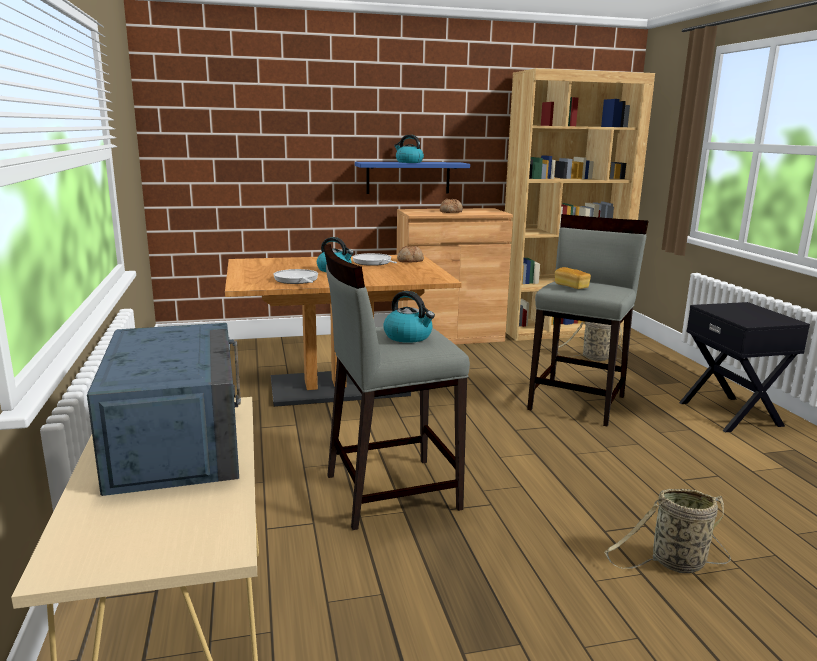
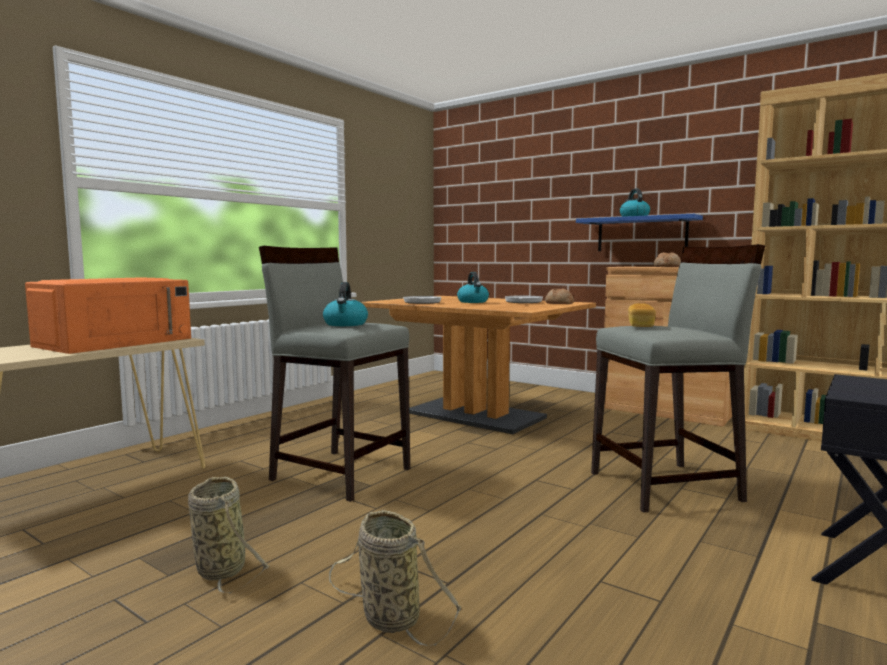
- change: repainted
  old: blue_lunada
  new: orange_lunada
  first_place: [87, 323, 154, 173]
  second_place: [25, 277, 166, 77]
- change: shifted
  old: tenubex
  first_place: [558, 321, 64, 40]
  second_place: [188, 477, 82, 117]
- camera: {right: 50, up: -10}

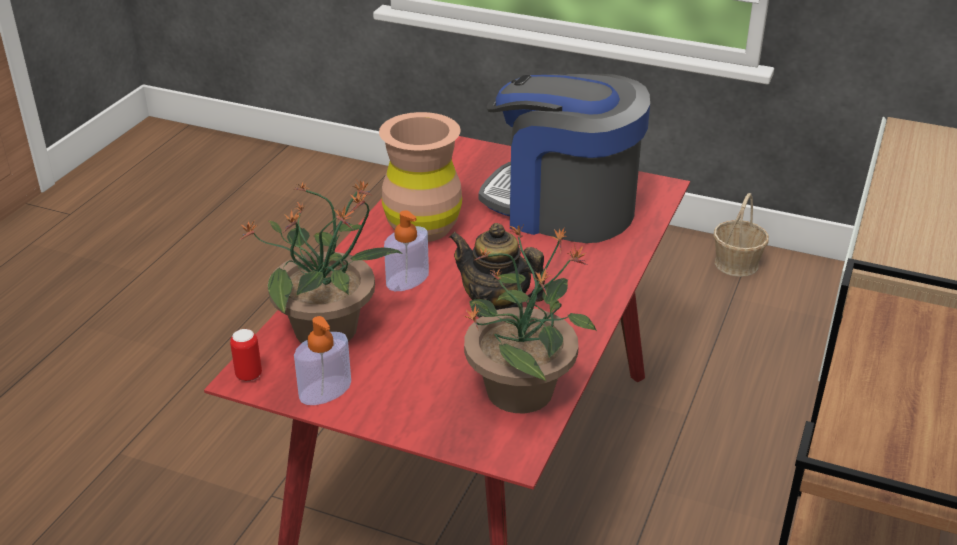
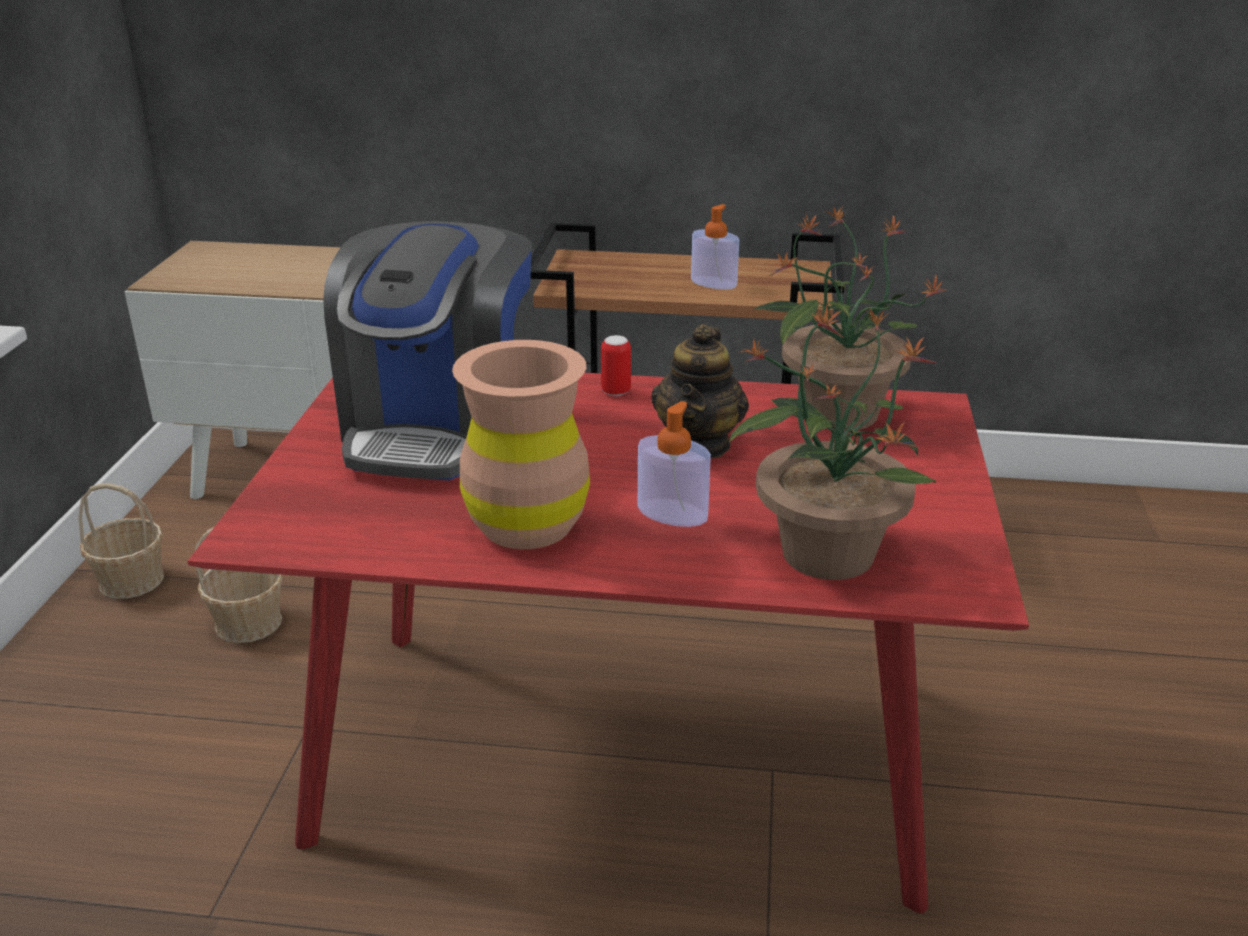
- change: new
  new: tenubex
  second_place: [195, 526, 88, 117]
- change: shifted
  old: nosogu
  first_place: [230, 329, 32, 52]
  second_place: [601, 335, 30, 61]
- change: shifted
  old: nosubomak
  first_place: [294, 316, 57, 89]
  second_place: [691, 204, 48, 86]
- camera: {right: -105, up: -5}

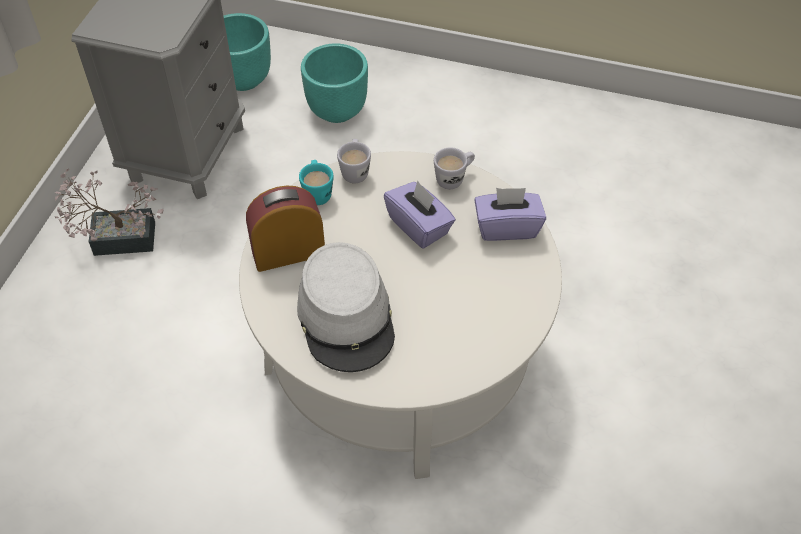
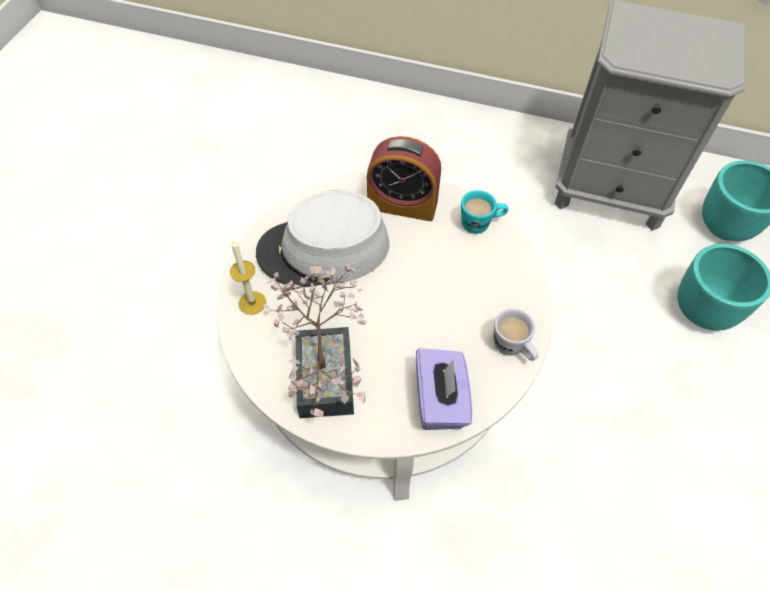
- change: new
  new: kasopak
  second_place: [230, 240, 36, 75]
- change: shifted
  old: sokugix
  first_place: [55, 168, 109, 88]
  second_place: [263, 265, 104, 153]
- change: rotated
  old: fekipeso
  first_place: [246, 186, 79, 86]
  second_place: [367, 136, 74, 85]
  degrees: 120
- change: gone
  old: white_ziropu
  first_place: [337, 139, 34, 44]
- change: gone
  old: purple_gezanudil
  first_place: [384, 180, 72, 69]
- camera: {right: 90, up: 5}

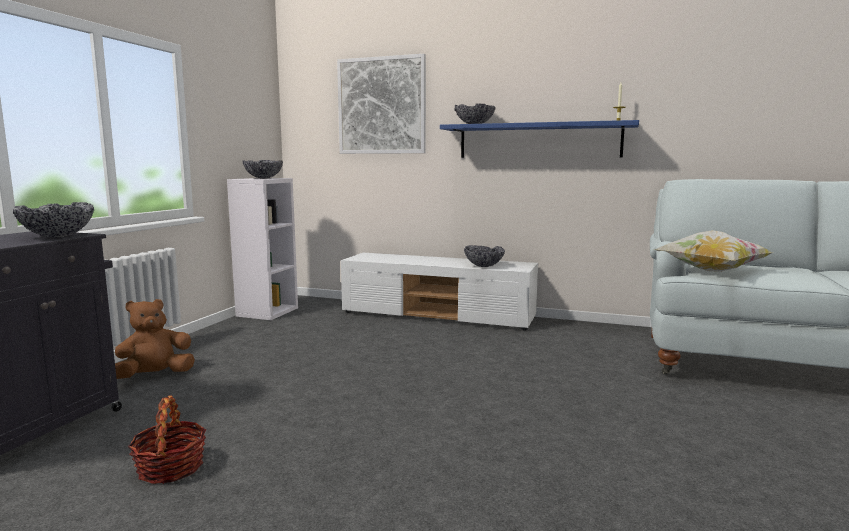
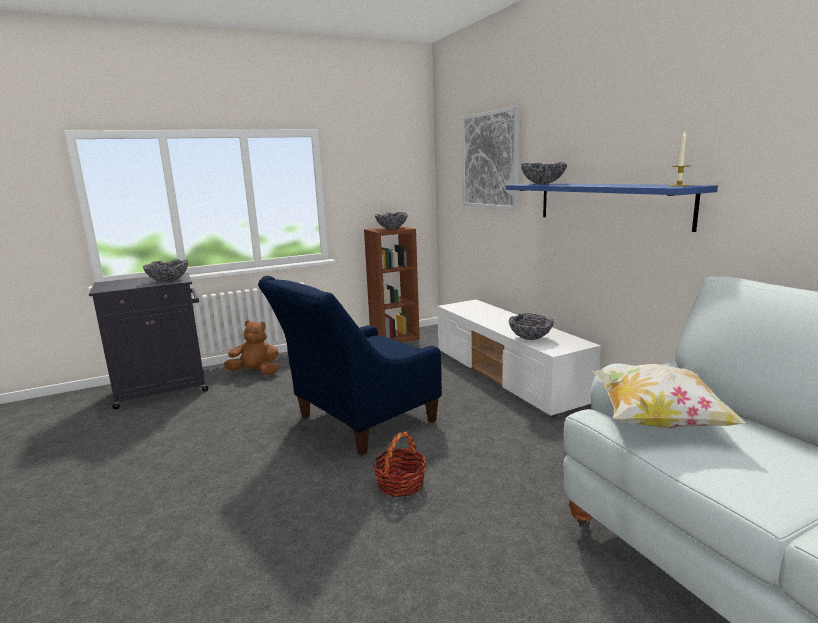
- change: new
  new: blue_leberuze
  second_place: [258, 276, 184, 180]
- change: repainted
  old: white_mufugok
  new: brown_mufugok
  first_place: [227, 178, 71, 142]
  second_place: [364, 226, 56, 117]
- change: shifted
  old: tenubex
  first_place: [128, 395, 78, 89]
  second_place: [374, 431, 52, 66]
- camera: {right: 45, up: 5}

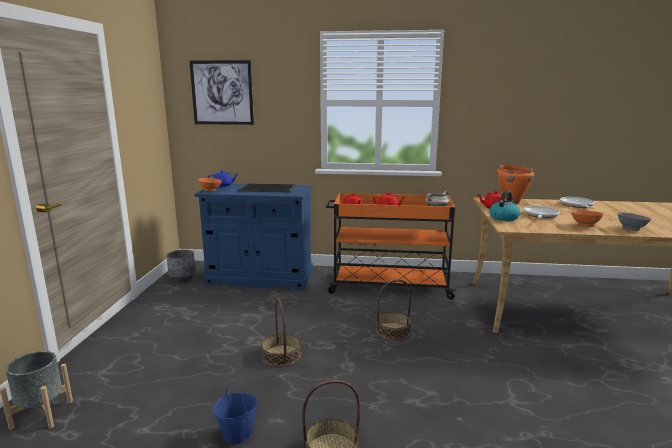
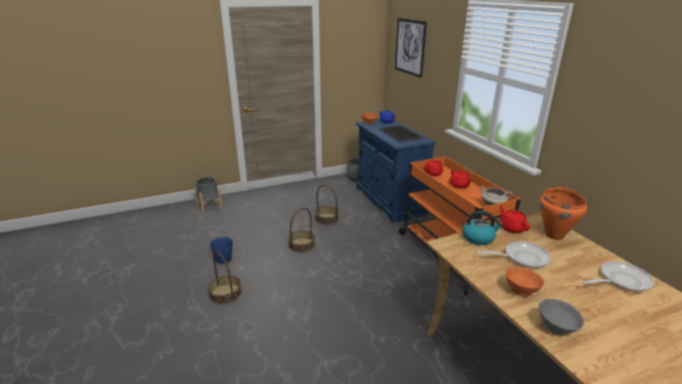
- change: shifted
  old: tenubex
  first_place: [375, 279, 37, 61]
  second_place: [315, 185, 24, 40]
- camera: {right: 60, up: 10}

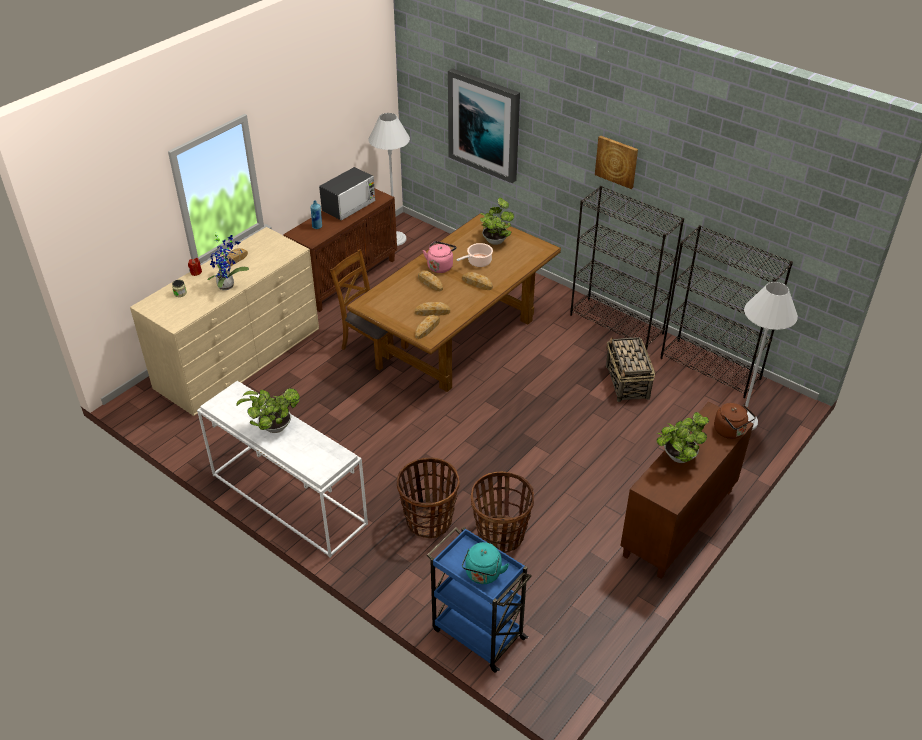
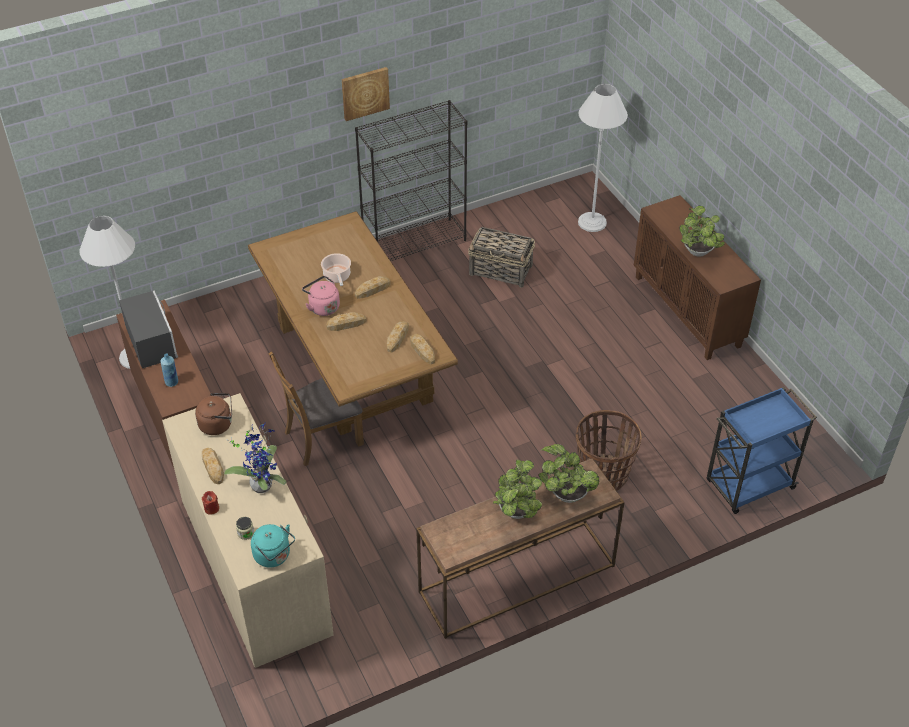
- change: shifted
  old: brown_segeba
  first_place: [714, 403, 42, 36]
  second_place: [195, 393, 37, 42]
- change: shifted
  old: turquoise_segeba
  first_place: [462, 542, 47, 42]
  second_place: [251, 524, 44, 44]
- change: repainted
  old: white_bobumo
  new: brown_bobumo
  first_place: [197, 381, 171, 177]
  second_place: [416, 459, 208, 180]
- change: shifted
  old: sokugix
  first_place: [480, 198, 34, 47]
  second_place: [539, 444, 60, 59]
- change: gone
  old: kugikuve
  first_place: [448, 68, 72, 115]
- change: gone
  old: tenubex
  first_place: [471, 472, 63, 81]
- change: gone
  old: black_mufugok
  first_place: [660, 225, 133, 173]
- camera: {right: -65, up: 5}

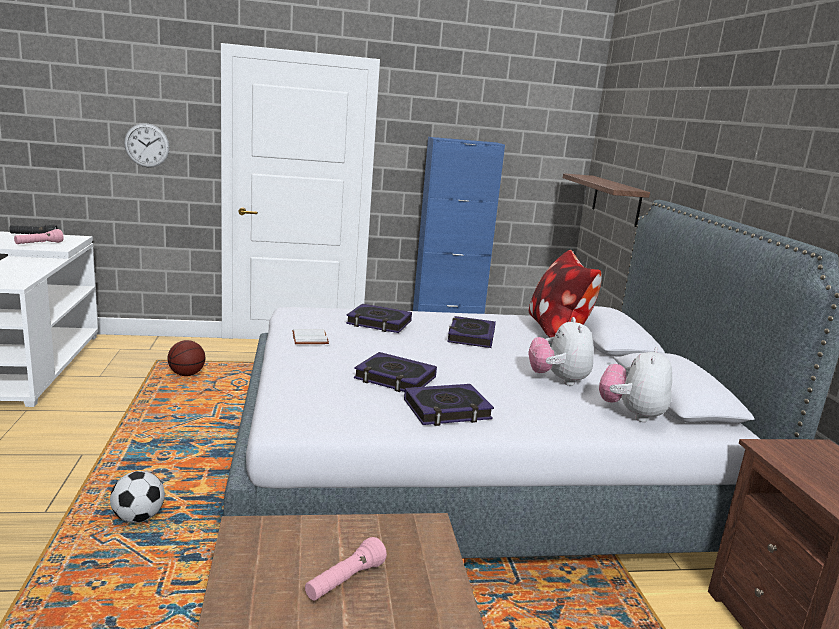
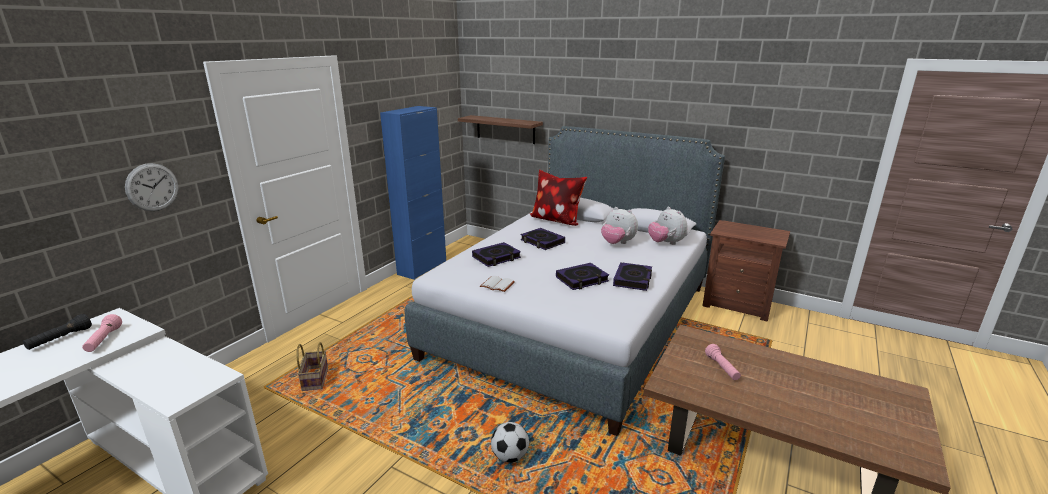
- change: swapped
  old: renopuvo
  new: tenubex
  first_place: [167, 340, 38, 36]
  second_place: [296, 342, 32, 49]
- camera: {right: -50, up: 5}

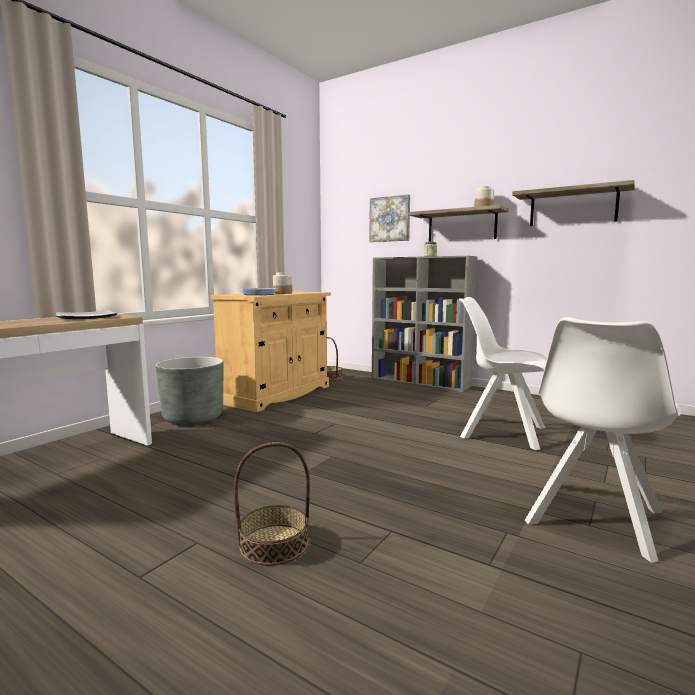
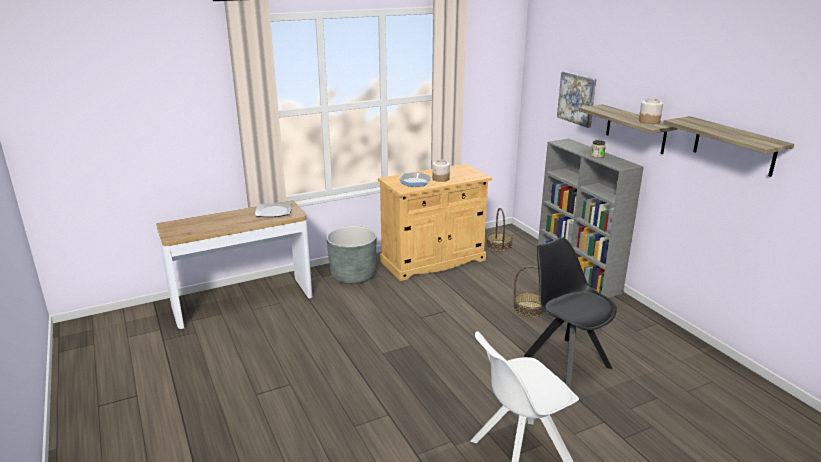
- change: shifted
  old: tenubex
  first_place: [234, 442, 76, 124]
  second_place: [514, 266, 31, 51]
- change: repainted
  old: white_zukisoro
  new: black_zukisoro
  first_place: [459, 297, 88, 153]
  second_place: [524, 237, 93, 152]
- camera: {right: 30, up: 15}

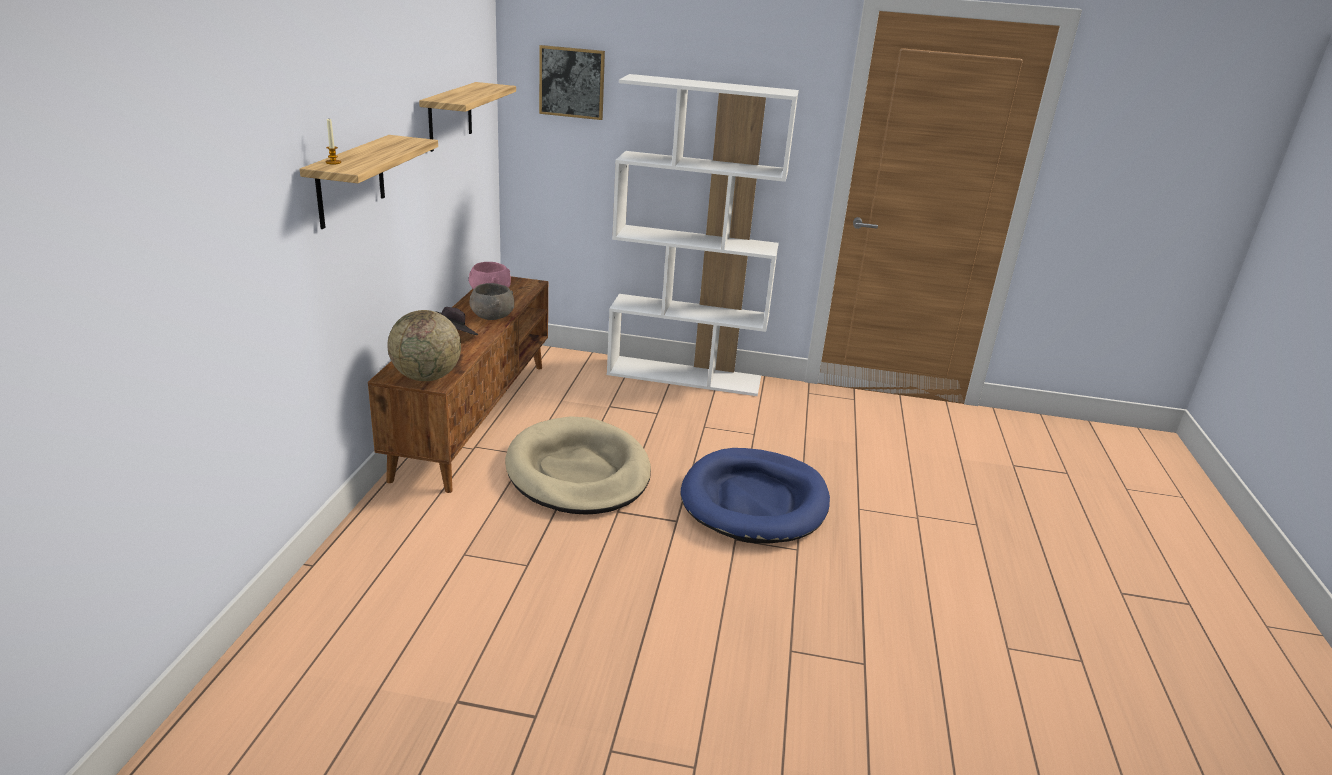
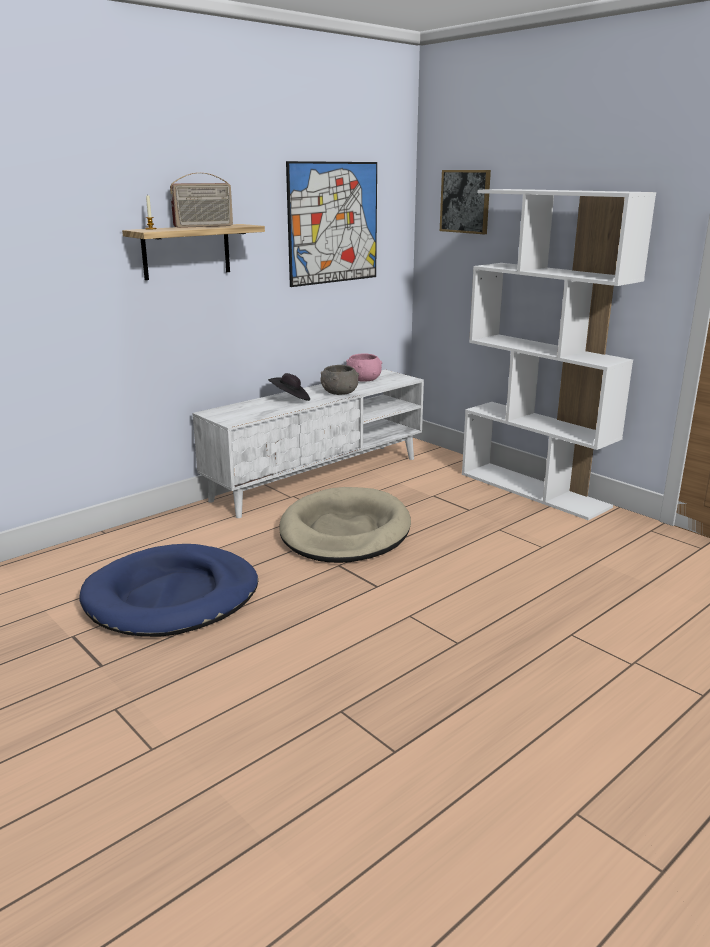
- change: shifted
  old: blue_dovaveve
  first_place: [681, 448, 149, 95]
  second_place: [80, 544, 178, 93]
- change: new
  new: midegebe
  second_place: [170, 173, 63, 55]
- change: repainted
  old: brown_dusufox
  new: white_dusufox
  first_place: [368, 276, 180, 217]
  second_place: [192, 370, 232, 148]
- change: swapped
  old: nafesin
  new: kugikuve
  first_place: [419, 82, 97, 70]
  second_place: [286, 161, 91, 126]
- change: gone
  old: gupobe
  first_place: [387, 310, 74, 71]
- camera: {right: 40, up: -5}

